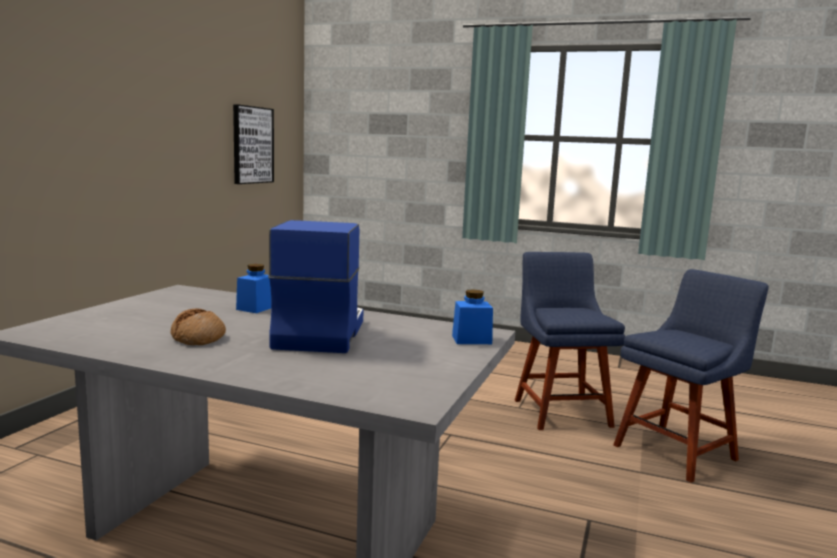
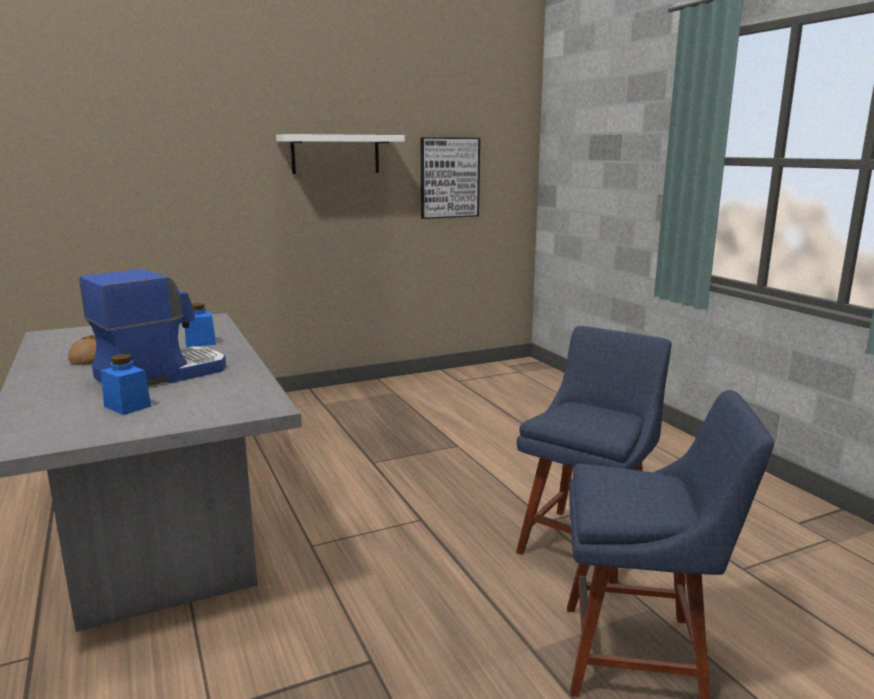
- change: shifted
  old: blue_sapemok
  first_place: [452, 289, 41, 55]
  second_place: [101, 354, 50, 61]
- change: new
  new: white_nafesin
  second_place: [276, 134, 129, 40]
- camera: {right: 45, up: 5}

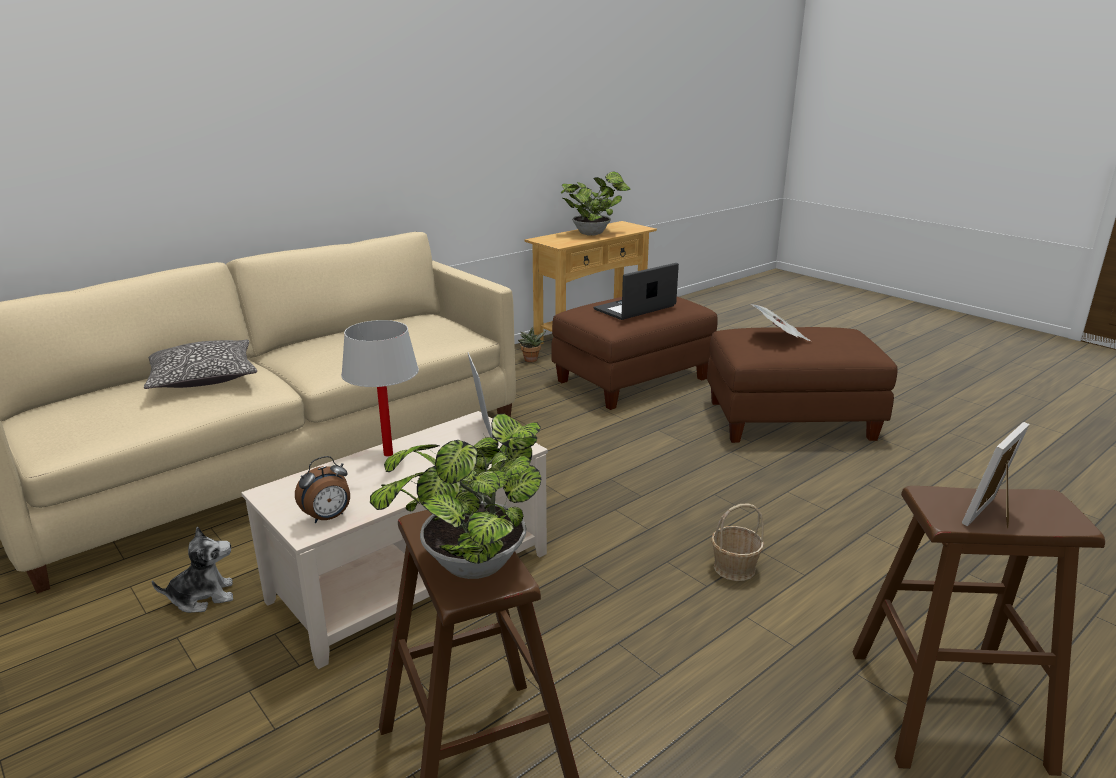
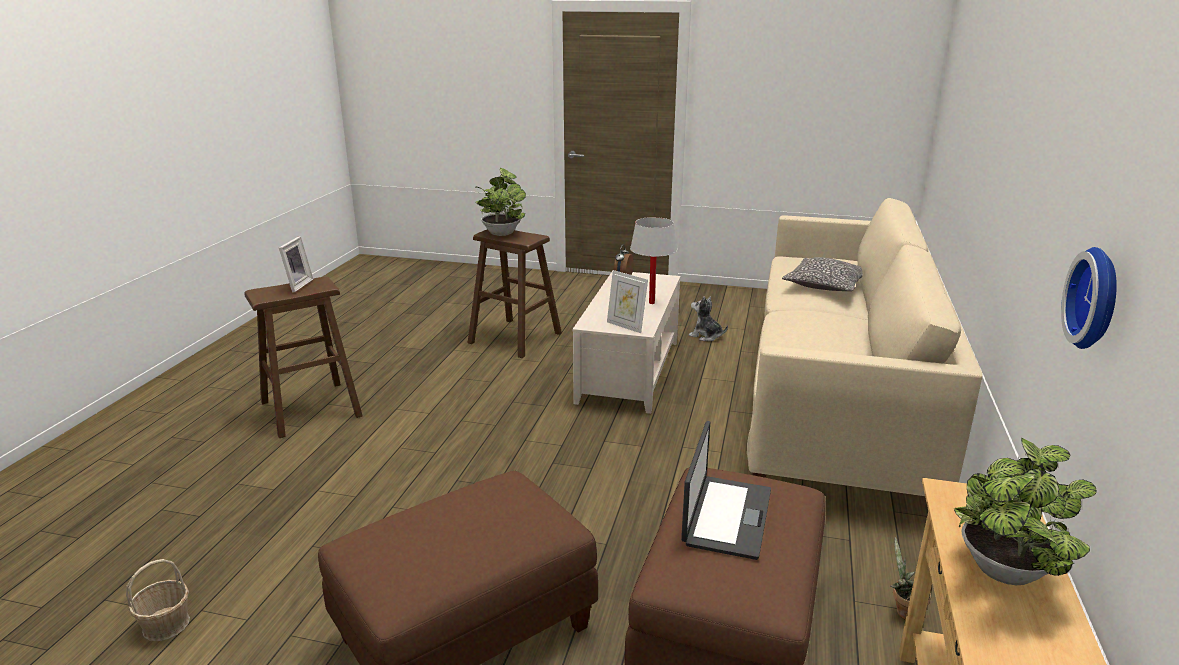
- change: shifted
  old: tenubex
  first_place: [711, 504, 53, 77]
  second_place: [126, 559, 64, 82]
- change: rotated
  old: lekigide
  first_place: [152, 526, 81, 87]
  second_place: [689, 296, 39, 45]
  degrees: 90
- change: new
  new: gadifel
  second_place: [1061, 247, 56, 102]
- change: gone
  old: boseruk
  first_place: [751, 304, 60, 37]
- camera: {right: 145, up: 0}

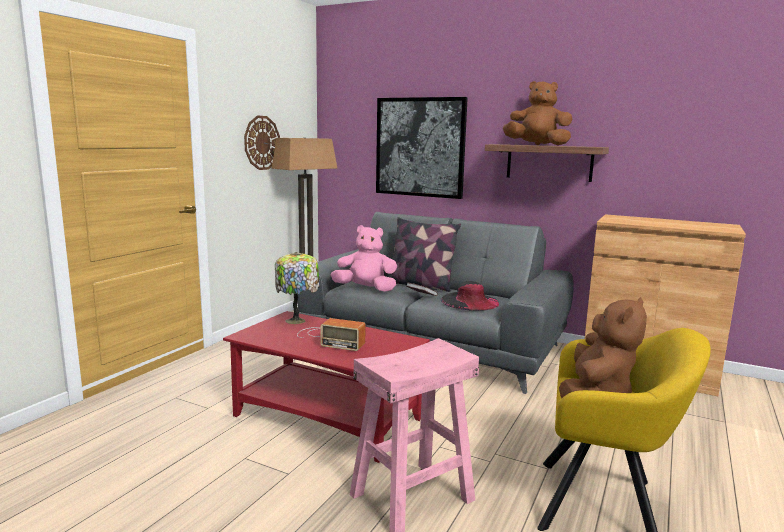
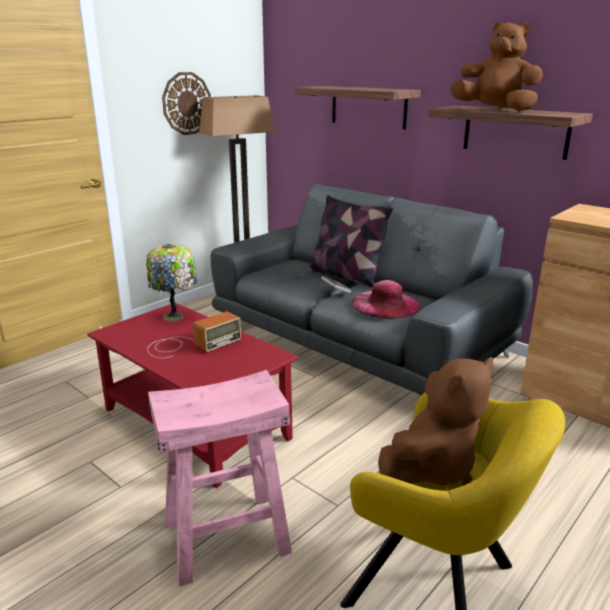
- change: rotated
  old: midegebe
  first_place: [297, 318, 68, 33]
  second_place: [147, 311, 94, 47]
  degrees: -75
- change: swapped
  old: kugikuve
  new: nafesin
  first_place: [376, 97, 92, 102]
  second_place: [295, 86, 126, 44]
- change: repainted
  old: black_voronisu
  new: pink_voronisu
  first_place: [441, 281, 58, 30]
  second_place: [352, 280, 68, 39]
- change: gone
  old: pink_lekigide
  first_place: [331, 225, 66, 67]
- camera: {right: 15, up: 10}

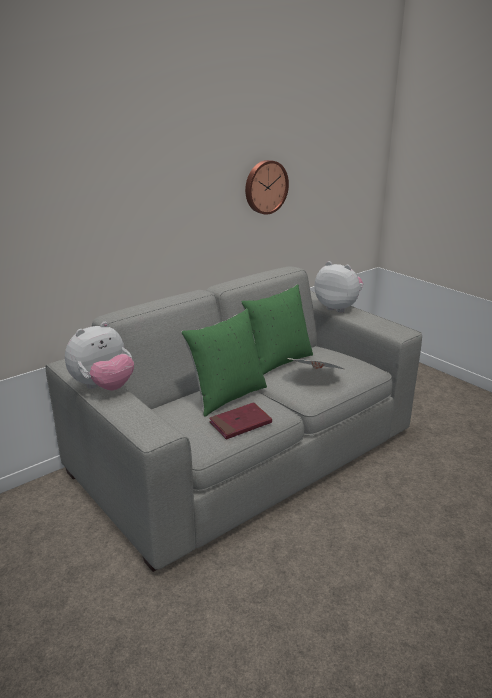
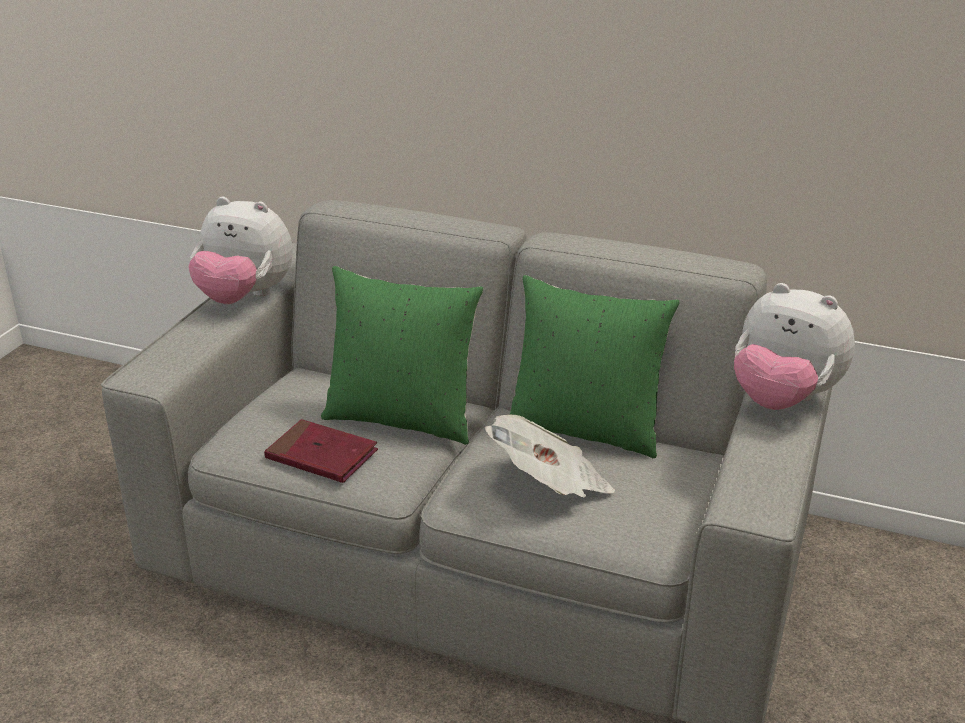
- change: rotated
  old: lekigide
  first_place: [315, 261, 48, 52]
  second_place: [734, 283, 121, 127]
  degrees: 120
- change: gone
  old: gadifel
  first_place: [245, 160, 44, 55]
- camera: {right: 60, up: 5}

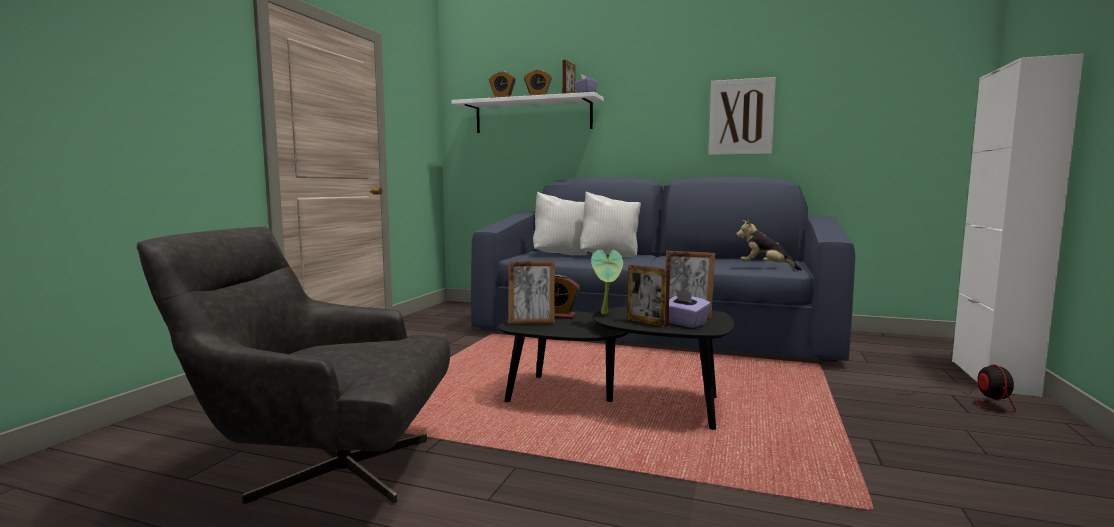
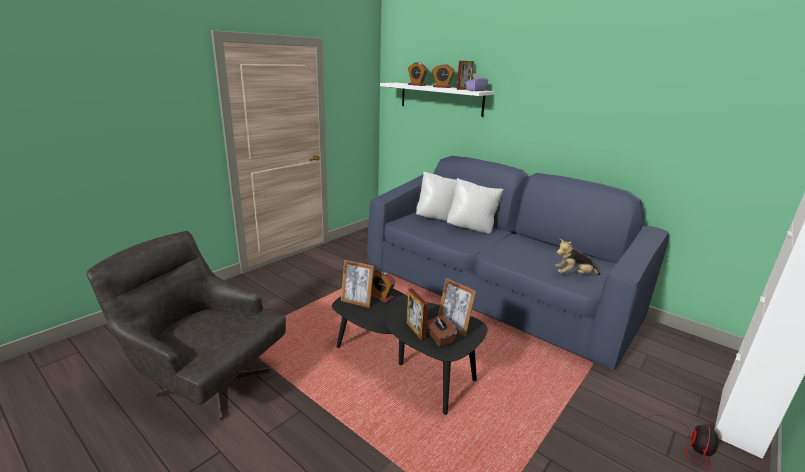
- change: repainted
  old: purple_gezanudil
  new: brown_gezanudil
  first_place: [669, 289, 42, 39]
  second_place: [426, 315, 32, 32]
- change: rotated
  old: lekigide
  first_place: [736, 220, 66, 50]
  second_place: [555, 239, 46, 36]
  degrees: -60
- change: gone
  old: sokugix
  first_place: [591, 250, 32, 64]
- change: gone
  old: kugikuve
  first_place: [709, 77, 67, 78]
- camera: {right: 20, up: 15}

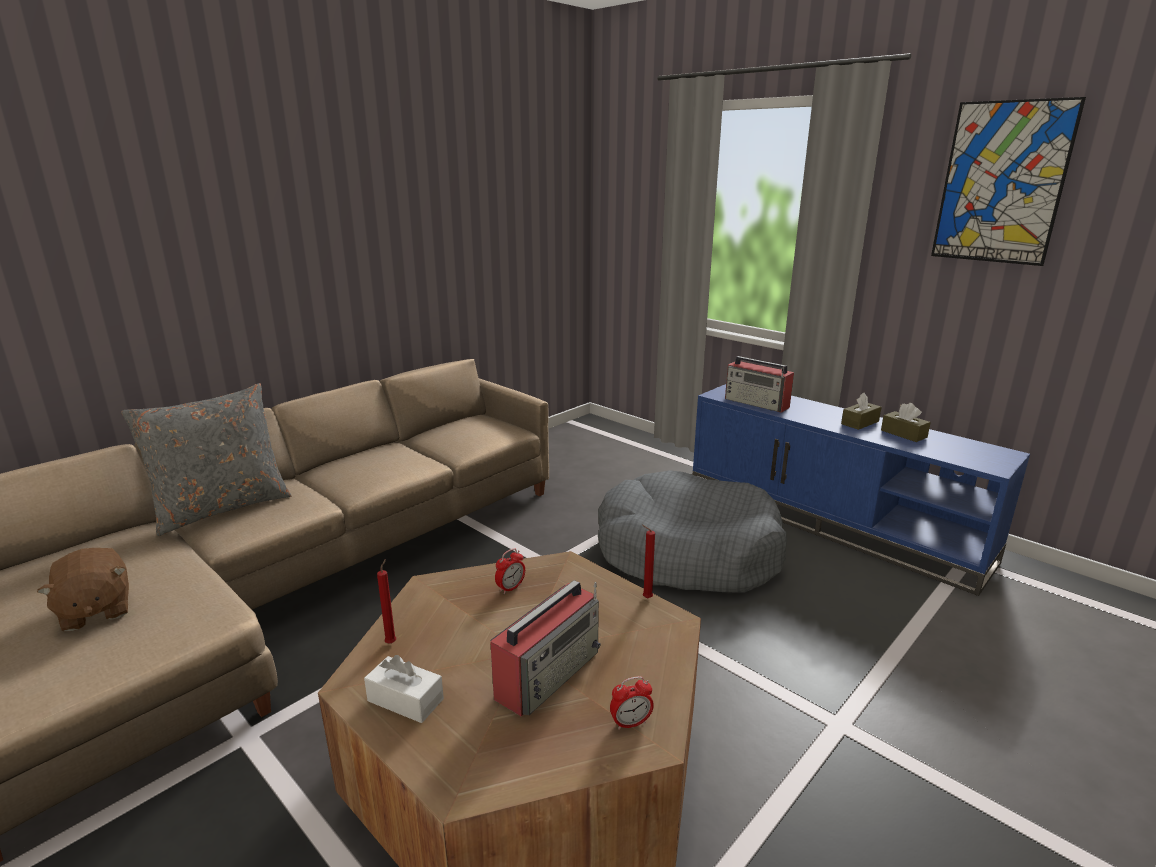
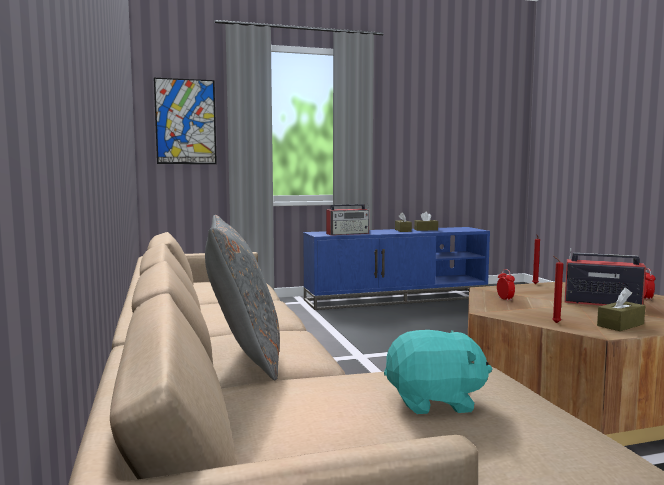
- change: shifted
  old: kugikuve
  first_place: [931, 97, 155, 169]
  second_place: [154, 78, 63, 86]
- change: repainted
  old: brown_lekigide
  new: turquoise_lekigide
  first_place: [37, 548, 92, 83]
  second_place: [384, 330, 108, 84]
- change: rotated
  old: midegebe
  first_place: [490, 580, 111, 137]
  second_place: [564, 248, 82, 58]
  degrees: -45
- change: repainted
  old: white_gezanudil
  new: brown_gezanudil
  first_place: [364, 655, 80, 68]
  second_place: [597, 288, 48, 43]
- change: gone
  old: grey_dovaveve
  first_place: [598, 470, 189, 123]
- camera: {right: -60, up: -15}

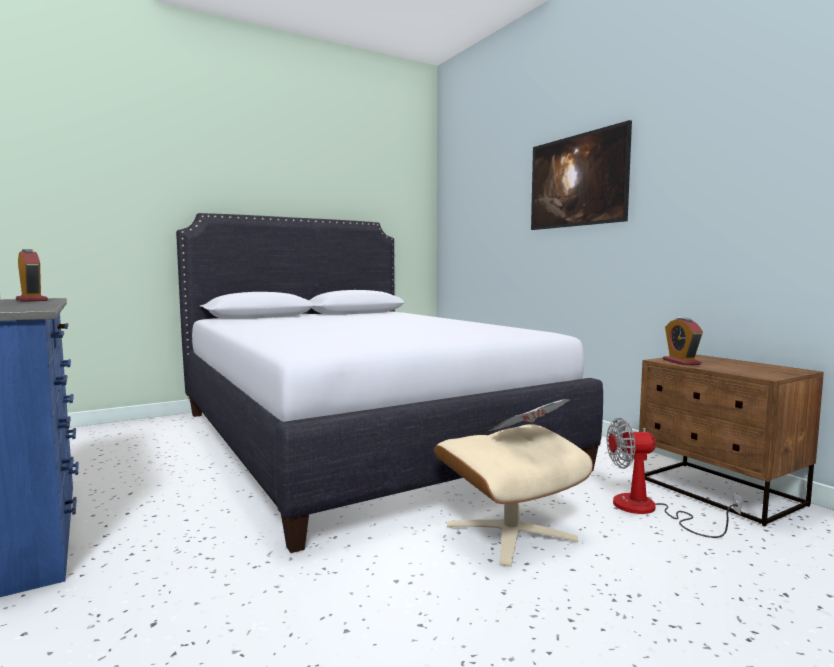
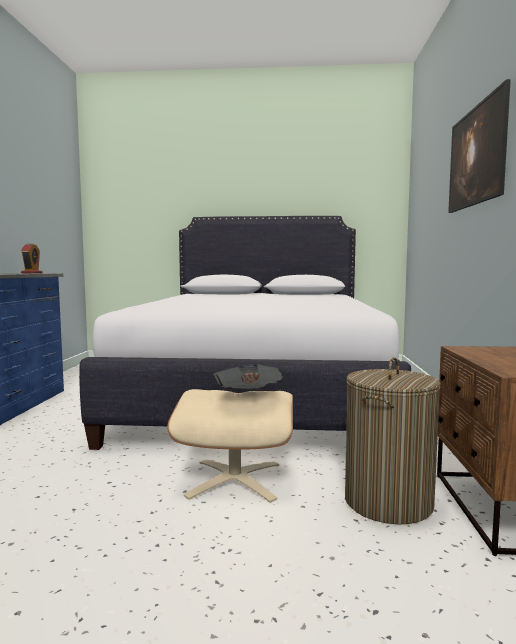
- change: swapped
  old: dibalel
  new: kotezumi
  first_place: [607, 418, 135, 120]
  second_place: [345, 357, 96, 168]
- change: gone
  old: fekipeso
  first_place: [663, 317, 40, 48]
- camera: {right: 35, up: 0}

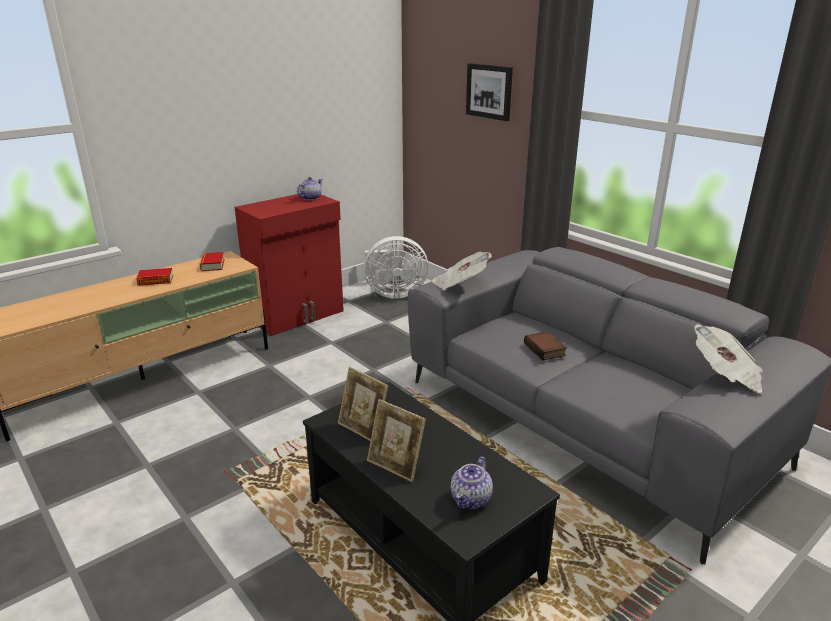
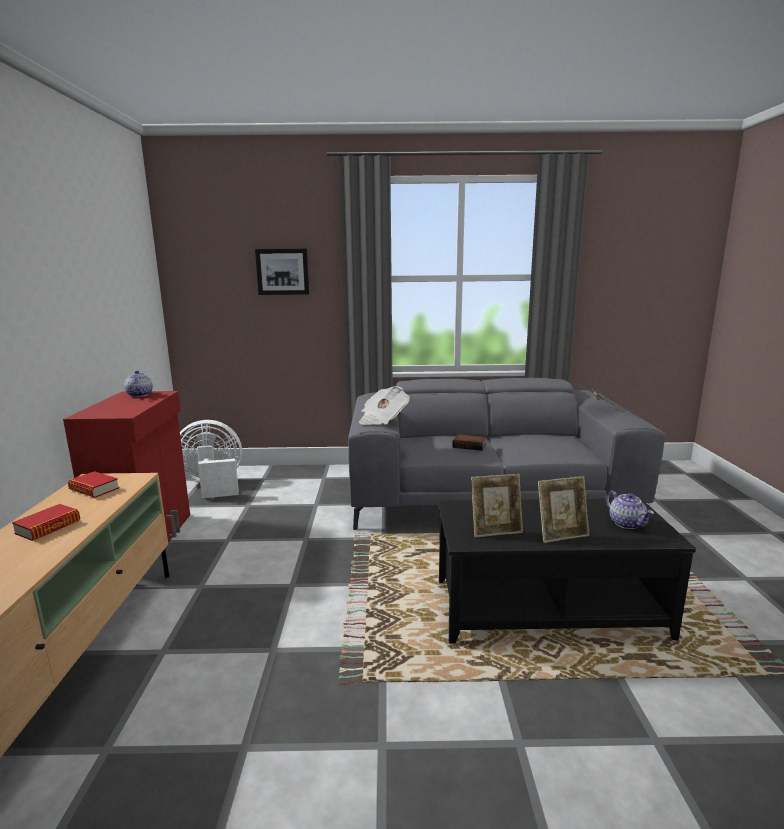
- change: rotated
  old: white_dibalel
  first_place: [363, 236, 65, 63]
  second_place: [180, 420, 62, 78]
  degrees: -135
- camera: {right: -50, up: -10}

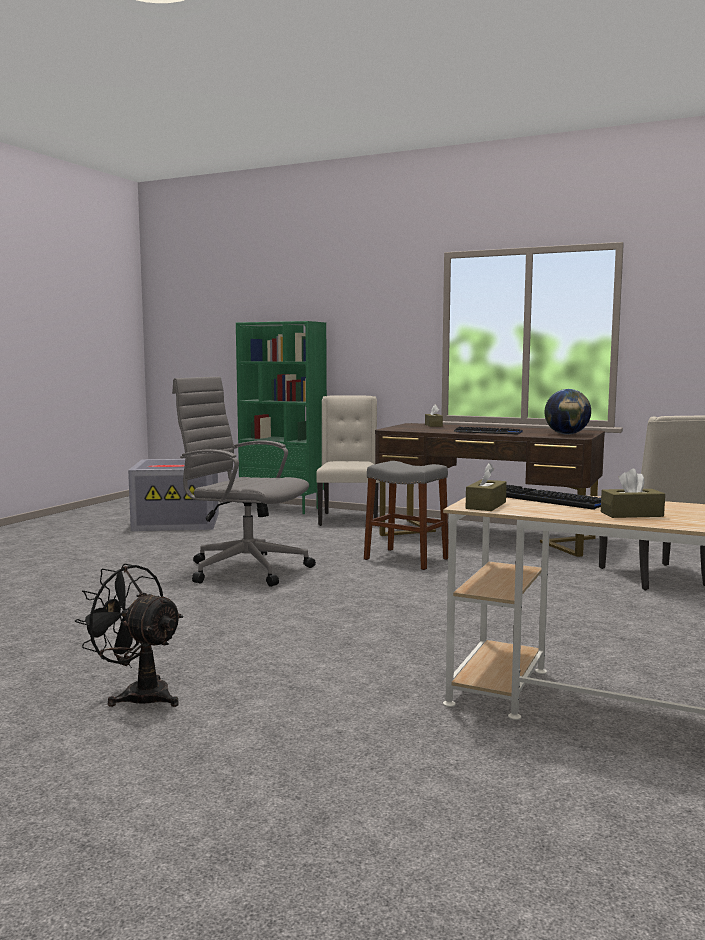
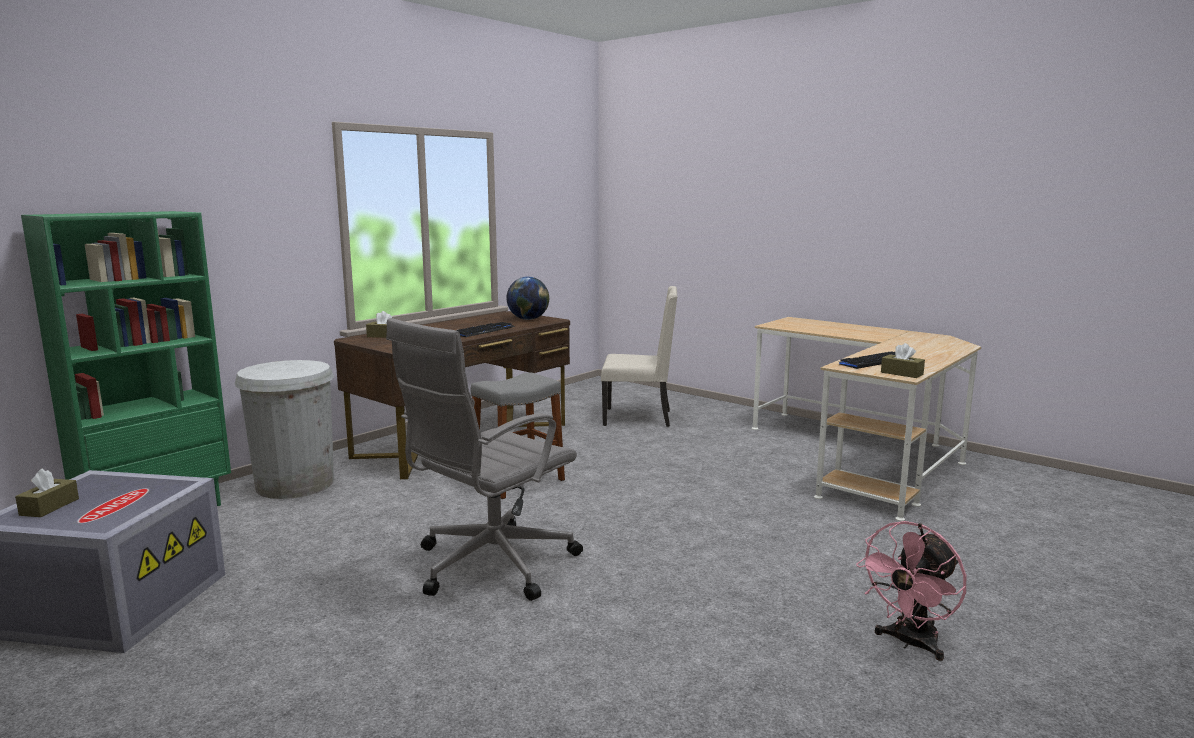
- change: shifted
  old: brown_gezanudil
  first_place: [601, 469, 64, 49]
  second_place: [15, 469, 64, 48]
- change: swapped
  old: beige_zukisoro
  new: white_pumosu
  first_place: [316, 396, 63, 130]
  second_place: [235, 360, 99, 139]
- change: repainted
  old: black_dibalel
  new: pink_dibalel
  first_place: [75, 564, 108, 143]
  second_place: [856, 521, 110, 140]
- camera: {right: -75, up: 5}

